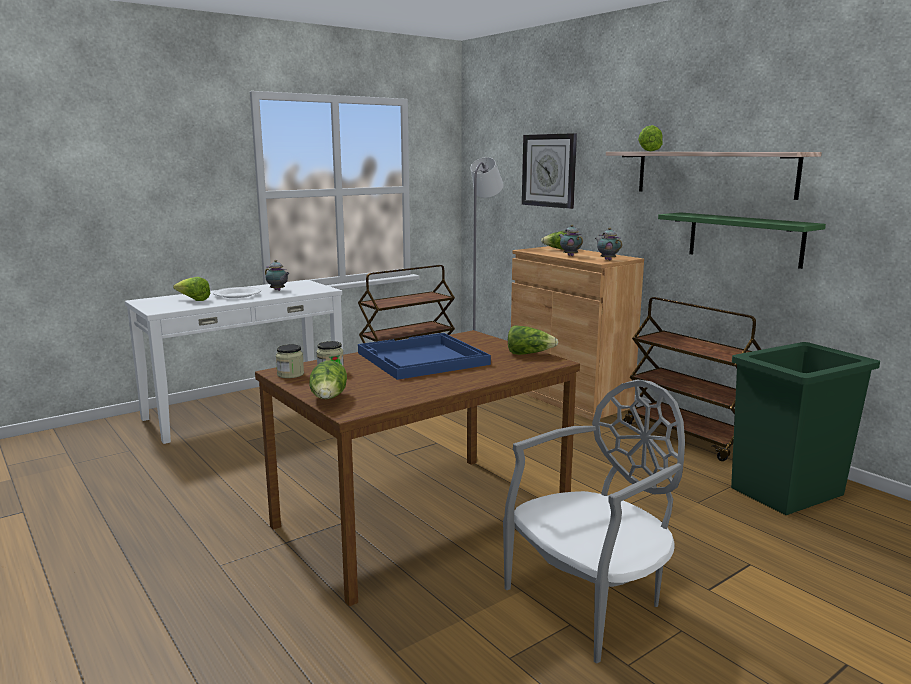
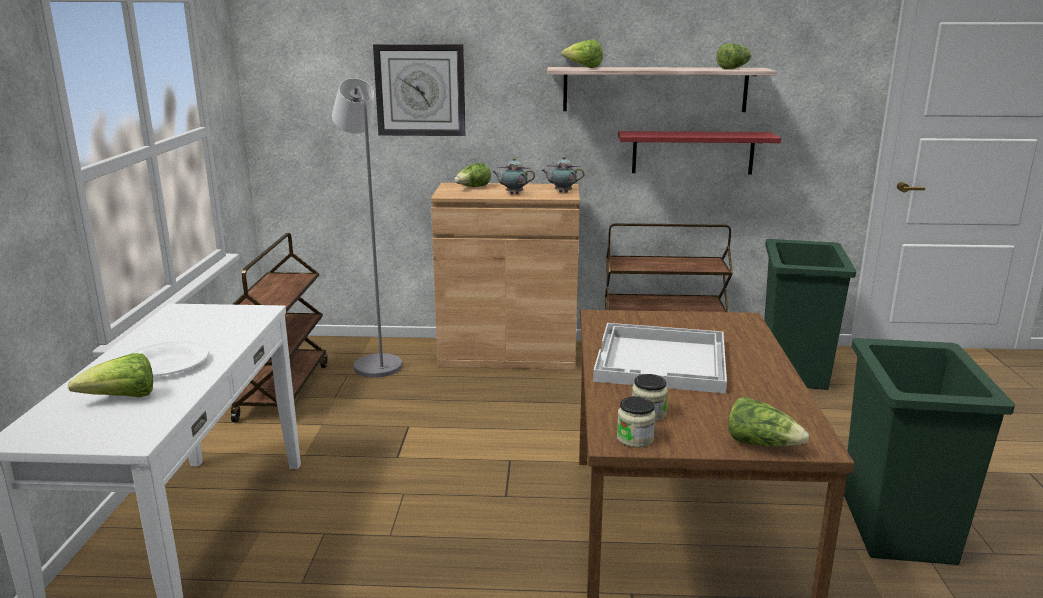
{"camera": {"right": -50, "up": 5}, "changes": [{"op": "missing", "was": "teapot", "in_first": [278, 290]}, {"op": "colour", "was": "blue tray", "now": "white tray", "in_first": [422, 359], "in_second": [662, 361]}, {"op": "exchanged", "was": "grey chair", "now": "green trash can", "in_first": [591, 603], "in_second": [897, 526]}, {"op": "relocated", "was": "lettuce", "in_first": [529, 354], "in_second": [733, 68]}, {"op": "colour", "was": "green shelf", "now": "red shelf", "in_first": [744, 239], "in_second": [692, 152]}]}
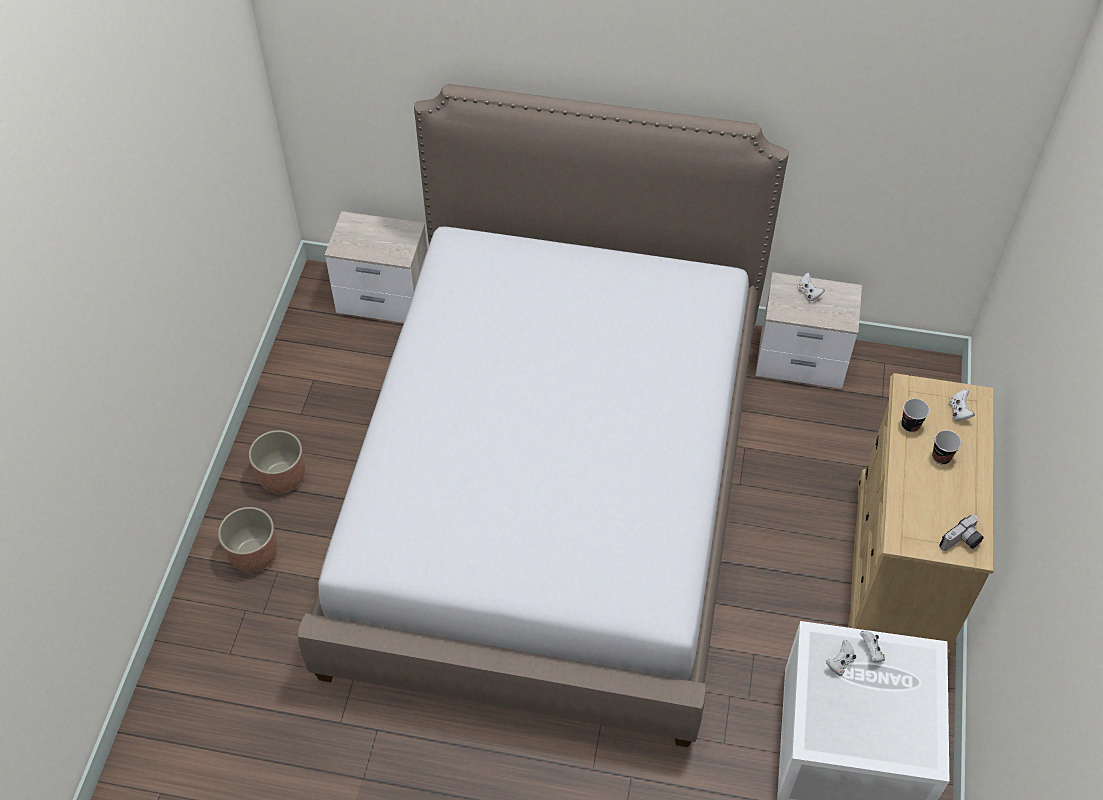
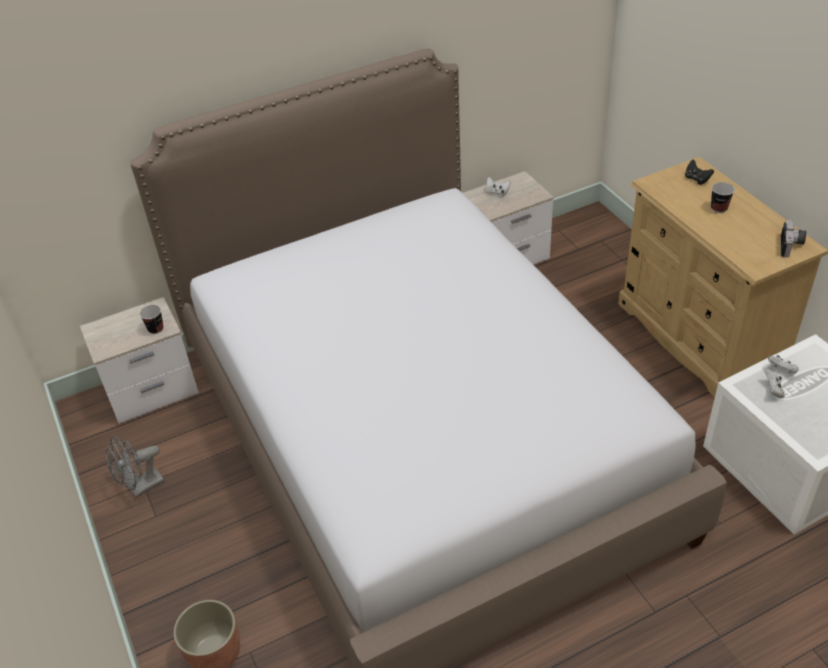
{"camera": {"right": -35, "up": -10}, "changes": [{"op": "missing", "was": "planter", "in_first": [282, 476]}, {"op": "relocated", "was": "cup", "in_first": [910, 425], "in_second": [156, 329]}, {"op": "colour", "was": "white game controller", "now": "black game controller", "in_first": [958, 412], "in_second": [697, 179]}, {"op": "appeared", "now": "grey fan", "in_second": [141, 487]}]}
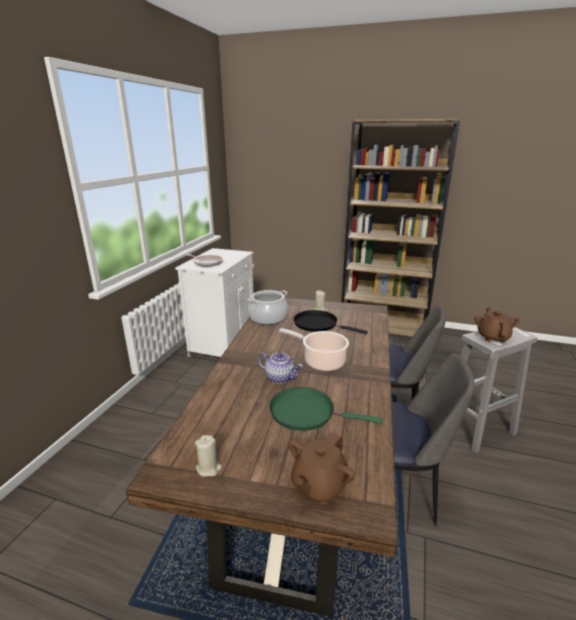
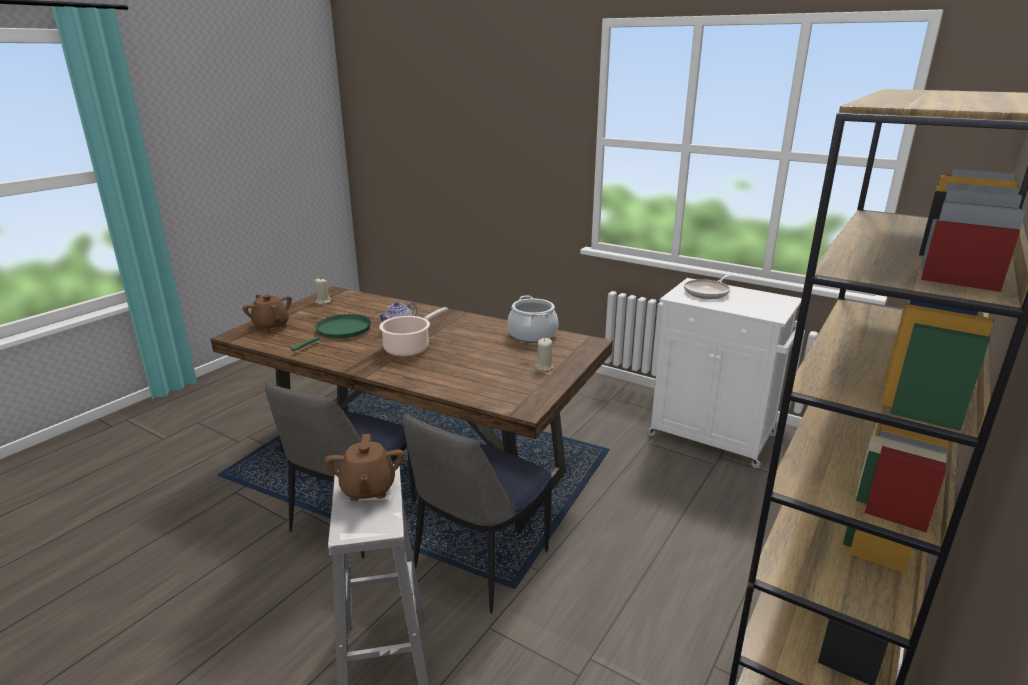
{"camera": {"right": 105, "up": 0}, "changes": [{"op": "missing", "was": "black frying pan", "in_first": [318, 324]}, {"op": "spun", "was": "brown teapot", "in_first": [492, 337], "in_second": [368, 489], "clockwise": 60}]}
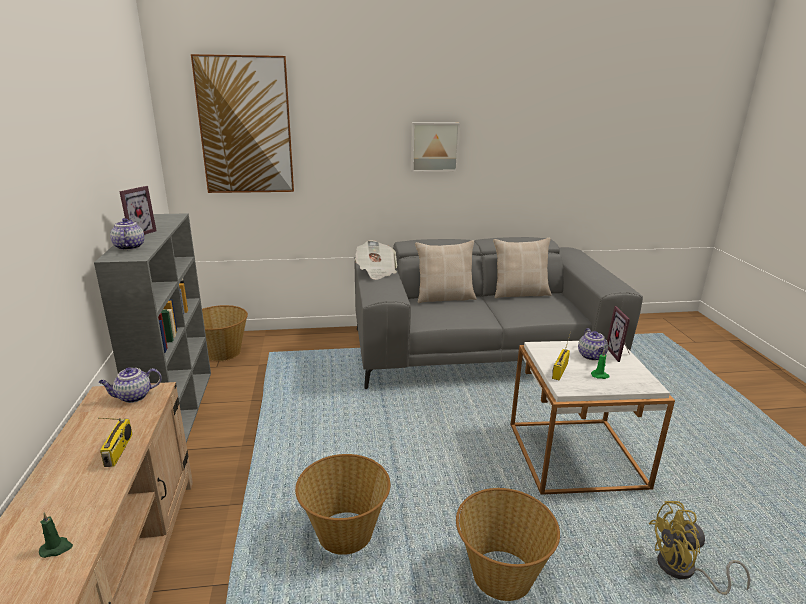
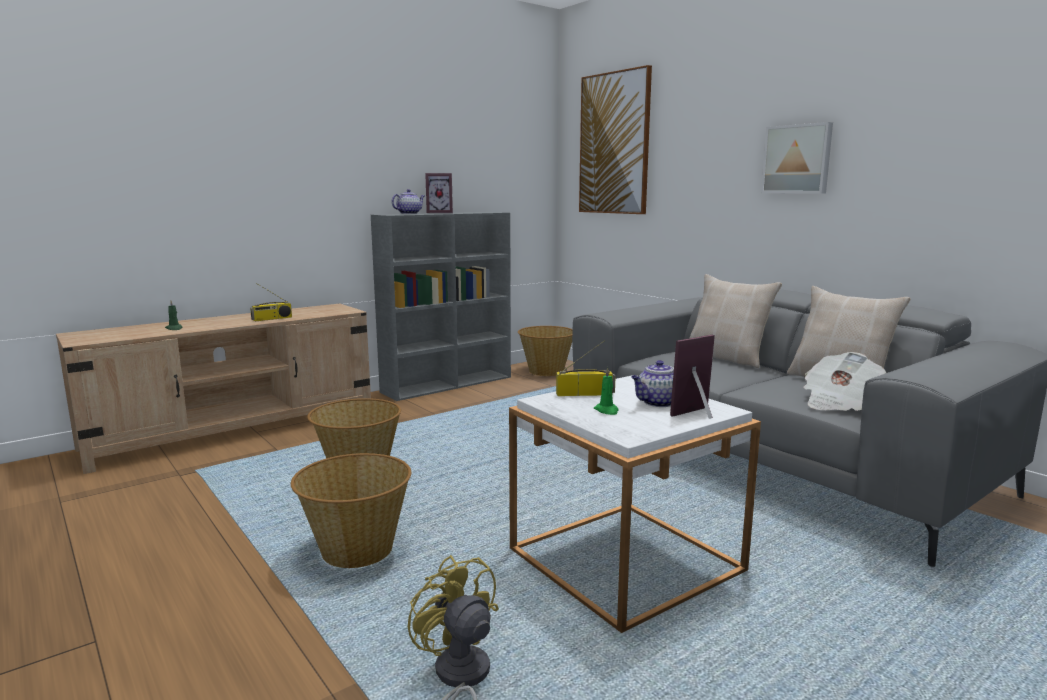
{"camera": {"right": 60, "up": -10}, "changes": [{"op": "missing", "was": "teapot", "in_first": [133, 397]}, {"op": "relocated", "was": "newspaper", "in_first": [376, 271], "in_second": [838, 402]}]}
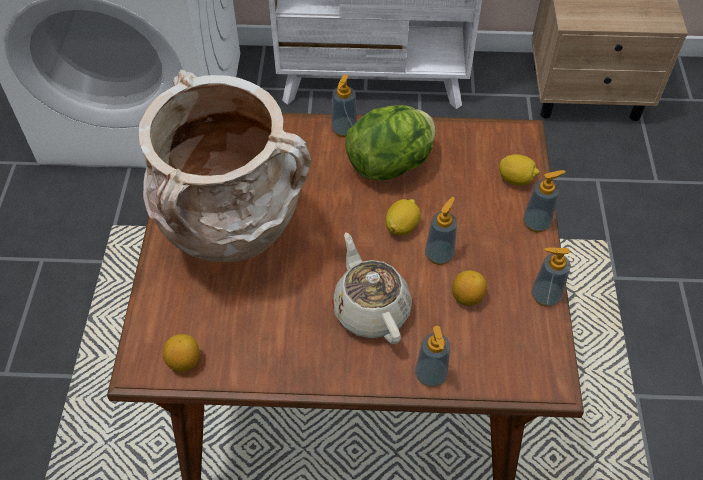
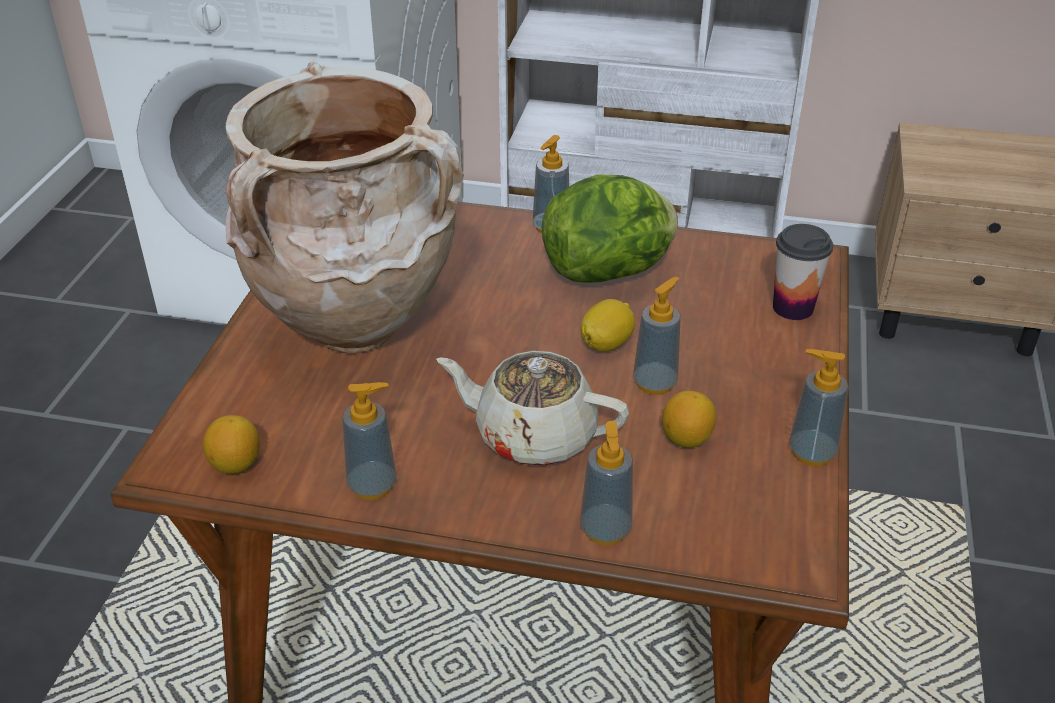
{"camera": {"right": 10, "up": -15}, "changes": [{"op": "spun", "was": "beige teapot", "in_first": [370, 309], "in_second": [533, 435], "clockwise": -60}, {"op": "exchanged", "was": "lemon", "now": "cup", "in_first": [516, 179], "in_second": [793, 308]}, {"op": "relocated", "was": "soap dispenser", "in_first": [536, 223], "in_second": [372, 485]}]}
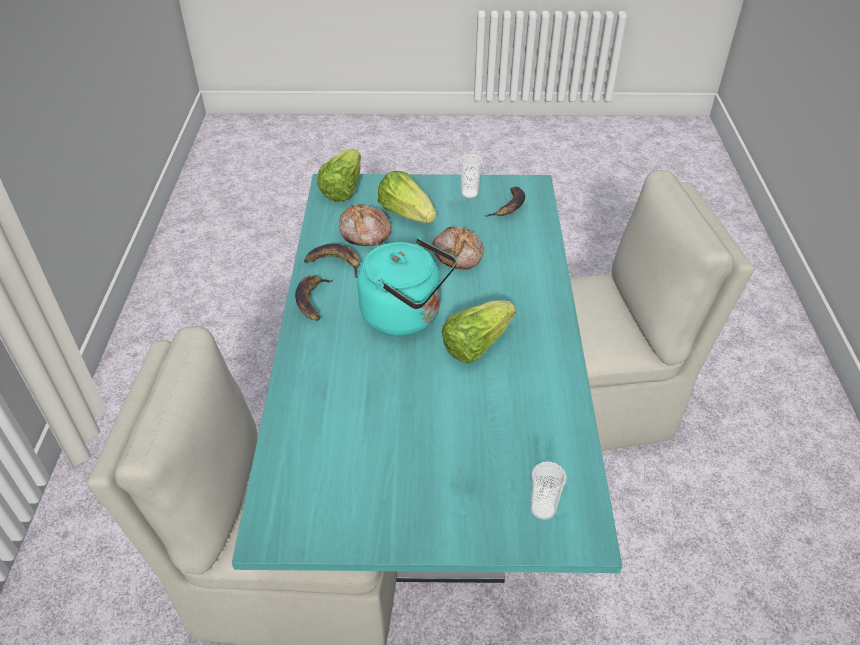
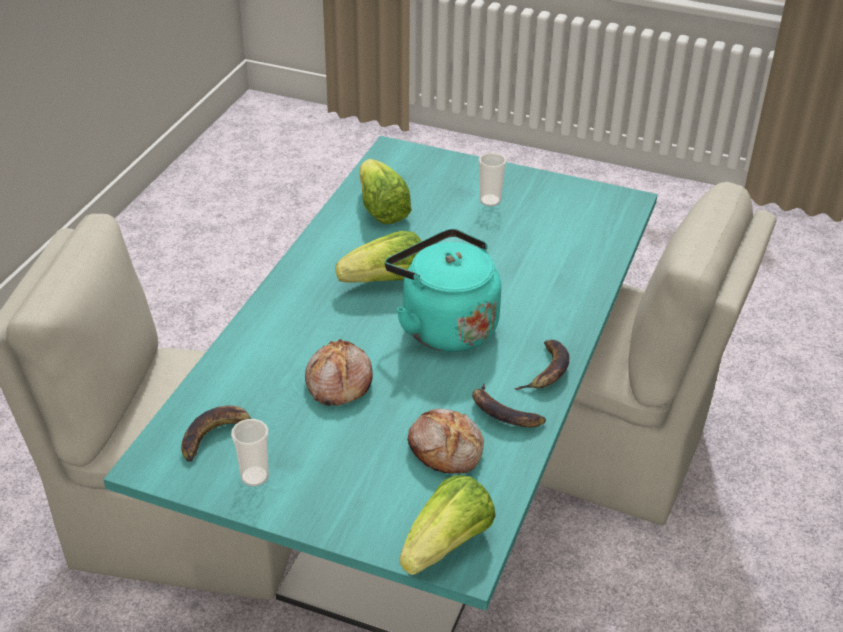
{"camera": {"right": -160, "up": -5}, "changes": [{"op": "relocated", "was": "lettuce", "in_first": [406, 214], "in_second": [381, 209]}, {"op": "relocated", "was": "cup", "in_first": [542, 509], "in_second": [490, 201]}]}
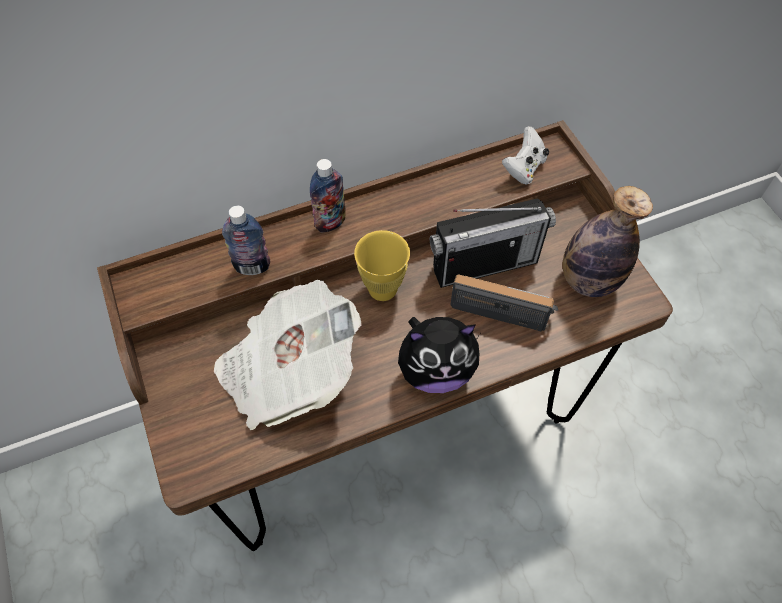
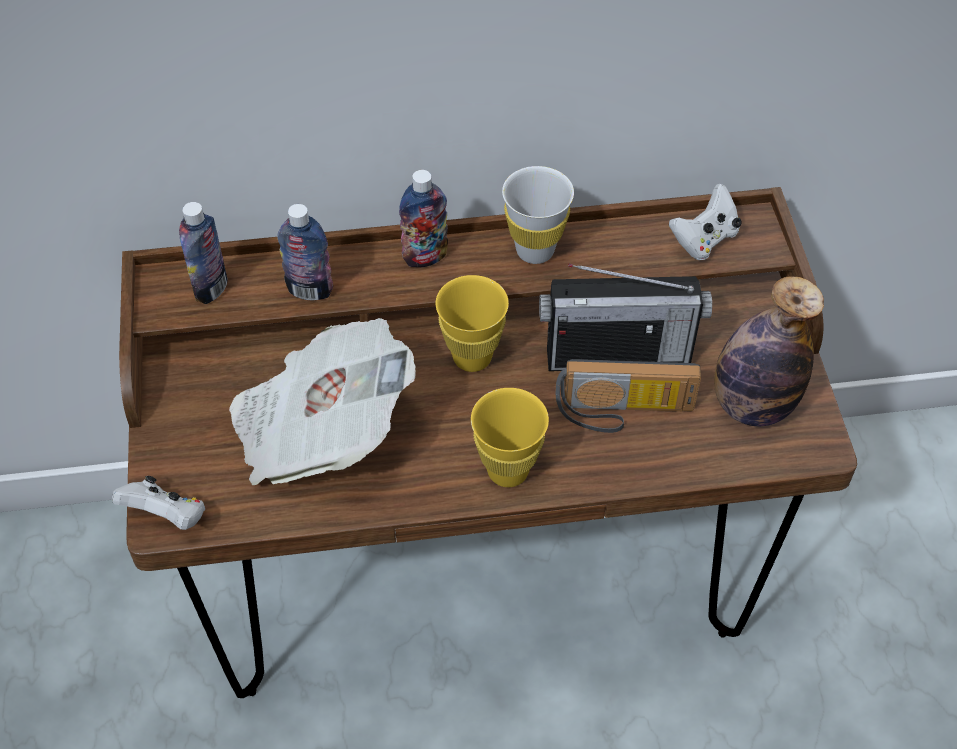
{"camera": {"right": 15, "up": -5}, "changes": [{"op": "exchanged", "was": "plush toy", "now": "yellow cup", "in_first": [436, 370], "in_second": [508, 471]}, {"op": "spun", "was": "radio", "in_first": [503, 307], "in_second": [624, 413], "clockwise": 150}, {"op": "appeared", "now": "white game controller", "in_second": [167, 516]}, {"op": "appeared", "now": "bottle", "in_second": [211, 288]}, {"op": "appeared", "now": "white cup", "in_second": [535, 250]}]}
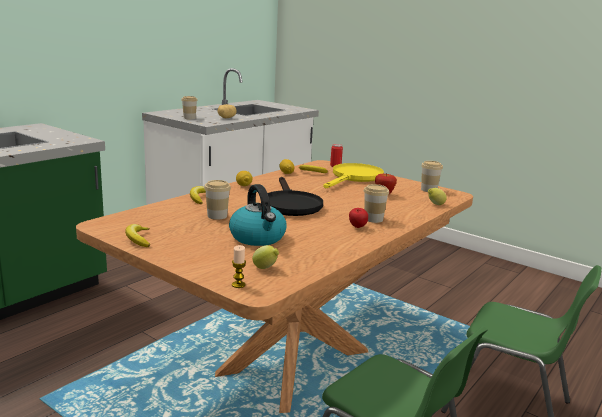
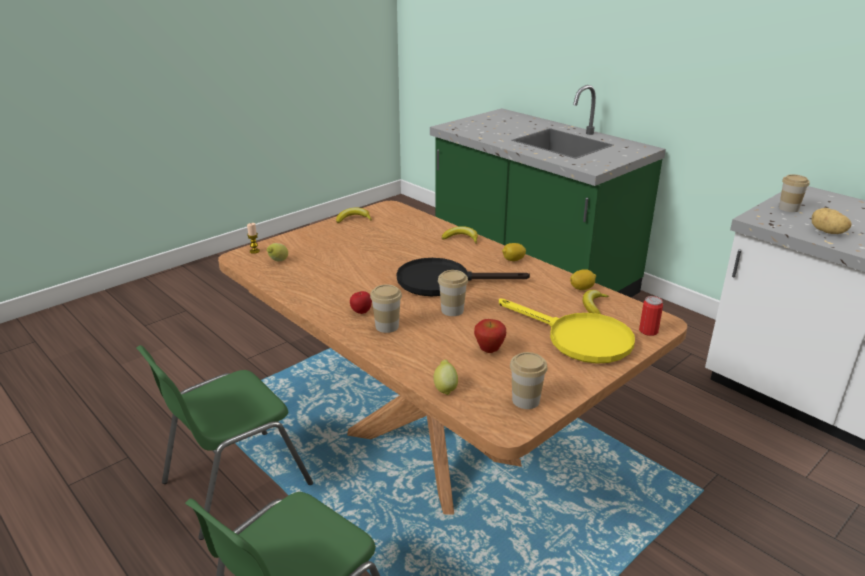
{"camera": {"right": 100, "up": 10}, "changes": [{"op": "relocated", "was": "cup", "in_first": [217, 216], "in_second": [452, 310]}, {"op": "missing", "was": "kettle", "in_first": [258, 238]}]}
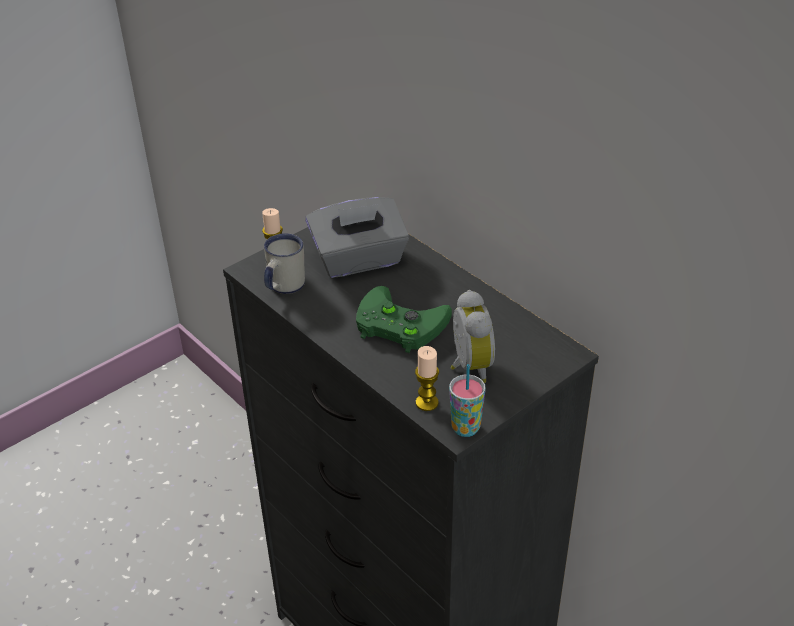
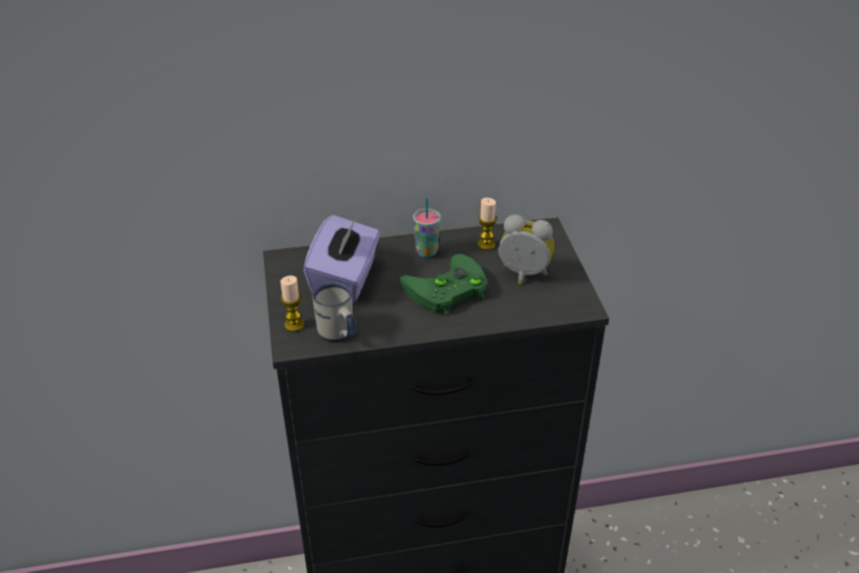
{"camera": {"right": -60, "up": 0}, "changes": [{"op": "colour", "was": "grey tissue box", "now": "purple tissue box", "in_first": [359, 260], "in_second": [345, 279]}, {"op": "relocated", "was": "candle", "in_first": [427, 403], "in_second": [486, 244]}, {"op": "relocated", "was": "cup", "in_first": [465, 428], "in_second": [427, 252]}]}
